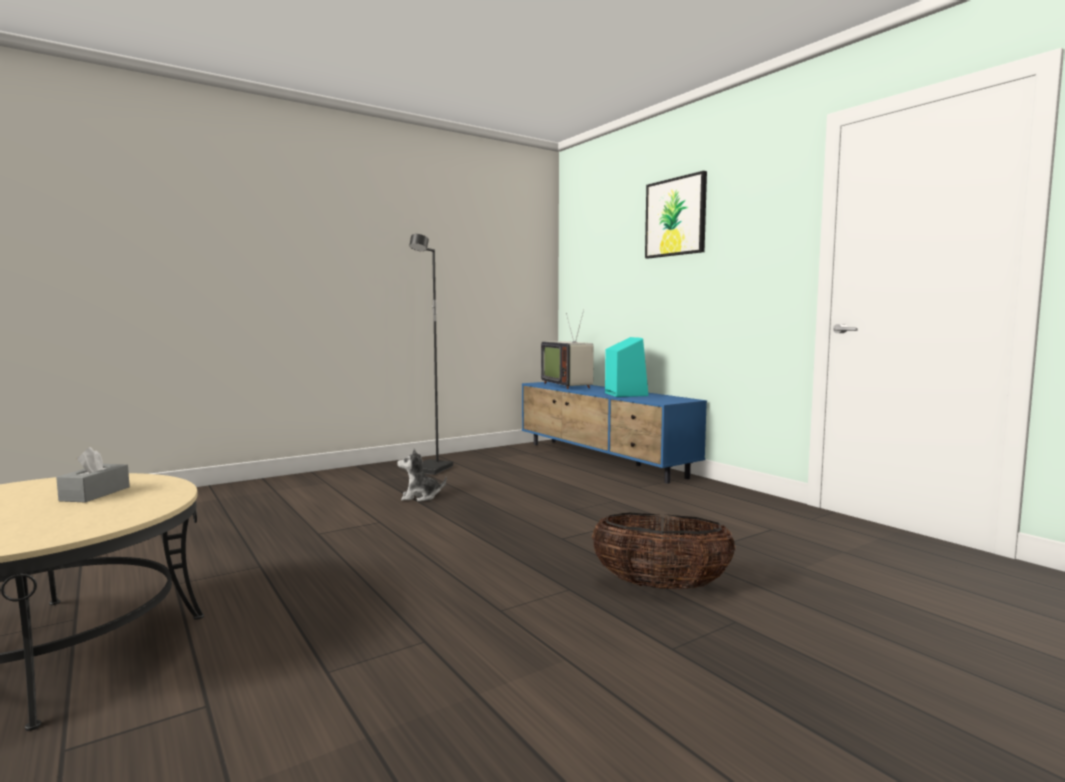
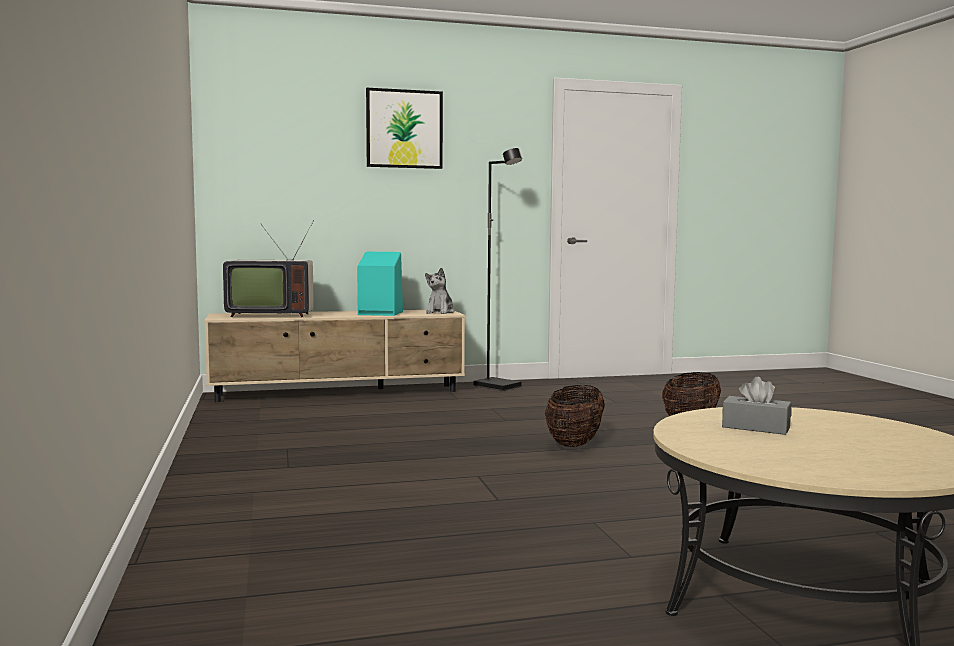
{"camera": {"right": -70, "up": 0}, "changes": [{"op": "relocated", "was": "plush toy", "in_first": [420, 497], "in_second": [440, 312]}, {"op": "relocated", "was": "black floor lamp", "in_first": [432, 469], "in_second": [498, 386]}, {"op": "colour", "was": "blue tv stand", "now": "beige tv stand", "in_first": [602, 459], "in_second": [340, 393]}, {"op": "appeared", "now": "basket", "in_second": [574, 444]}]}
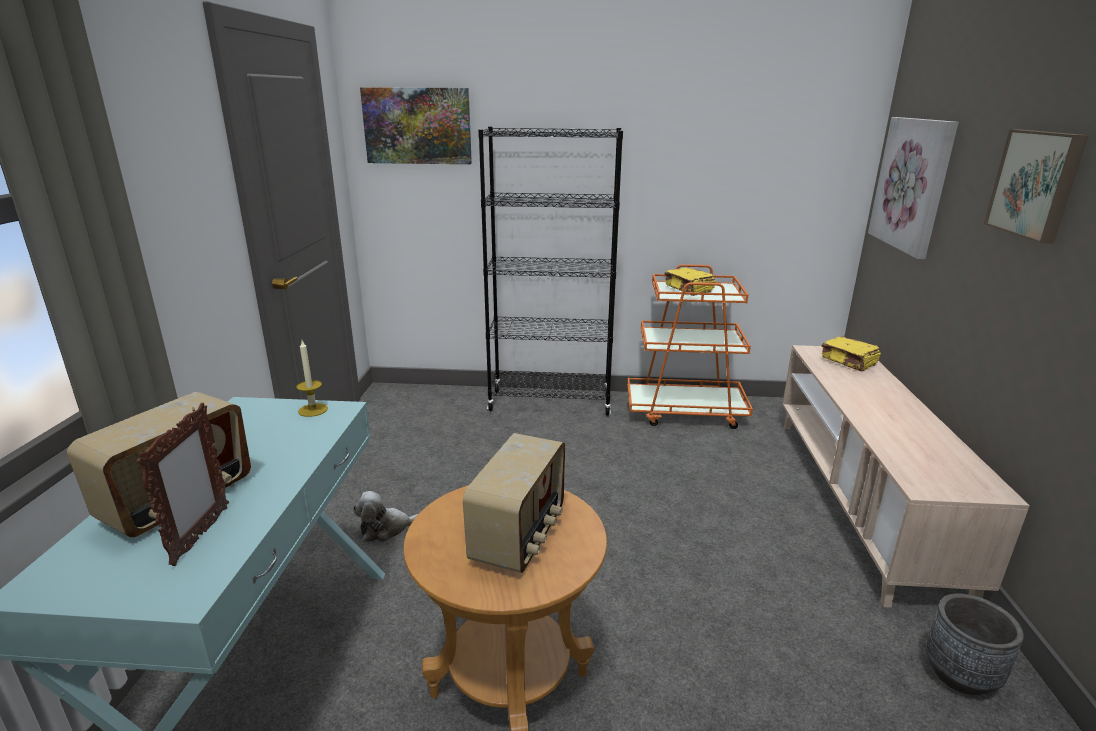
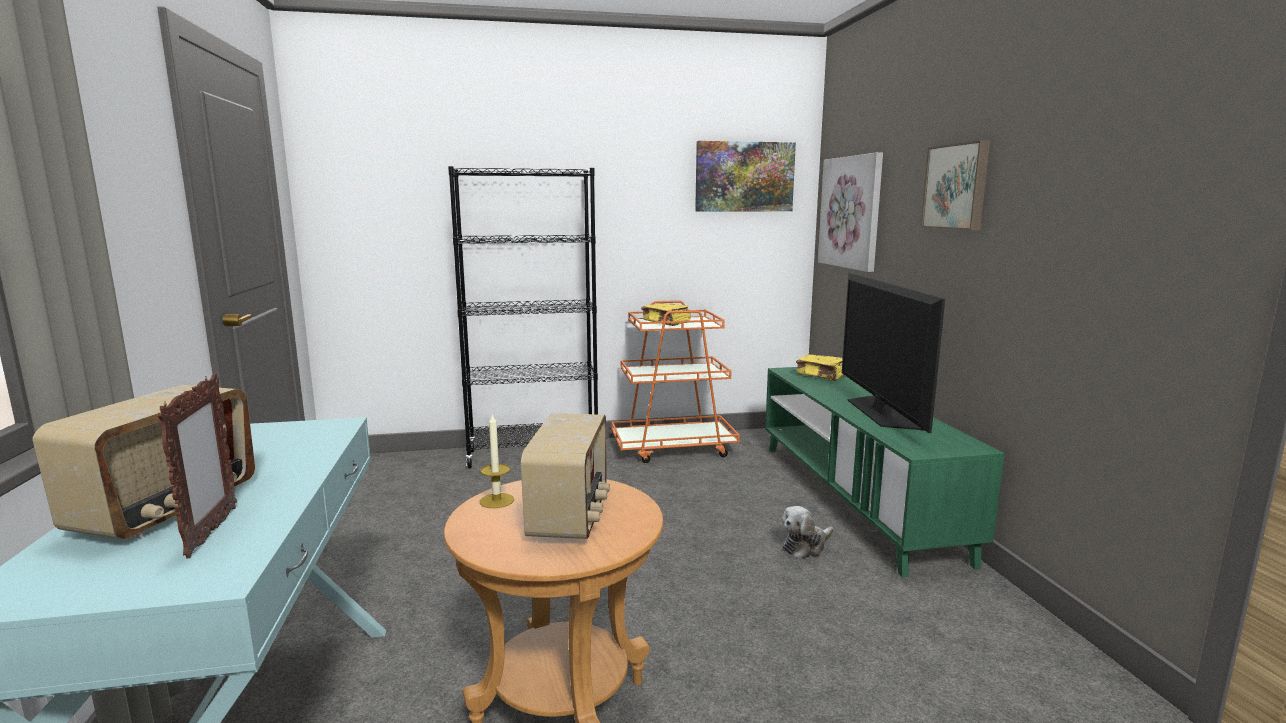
{"camera": {"right": -15, "up": -10}, "changes": [{"op": "relocated", "was": "candle", "in_first": [313, 410], "in_second": [497, 500]}, {"op": "relocated", "was": "plush toy", "in_first": [386, 529], "in_second": [806, 546]}, {"op": "relocated", "was": "picture", "in_first": [417, 126], "in_second": [744, 177]}, {"op": "colour", "was": "beige tv stand", "now": "green tv stand", "in_first": [860, 499], "in_second": [854, 498]}, {"op": "missing", "was": "grey planter", "in_first": [960, 675]}, {"op": "appeared", "now": "television", "in_second": [881, 412]}]}
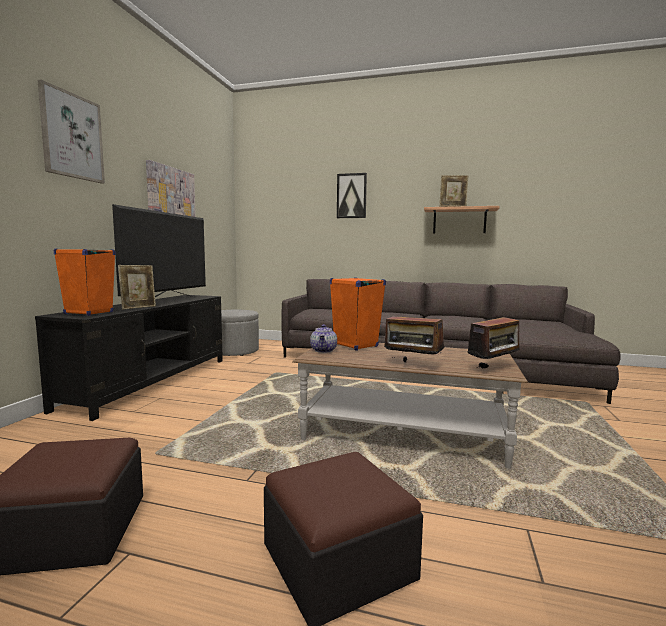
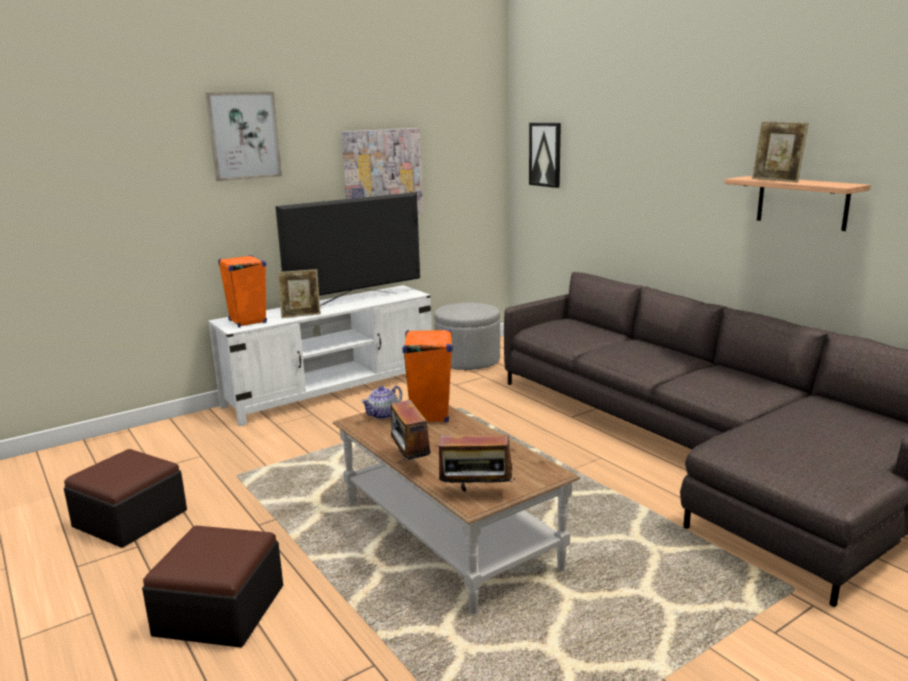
{"camera": {"right": 40, "up": 10}, "changes": [{"op": "colour", "was": "black tv stand", "now": "white tv stand", "in_first": [152, 381], "in_second": [332, 390]}, {"op": "relocated", "was": "picture", "in_first": [351, 196], "in_second": [545, 154]}]}
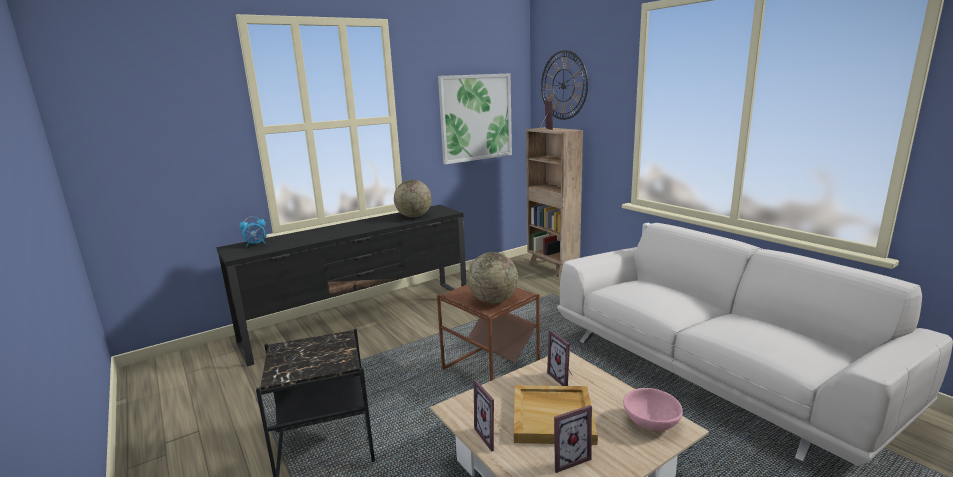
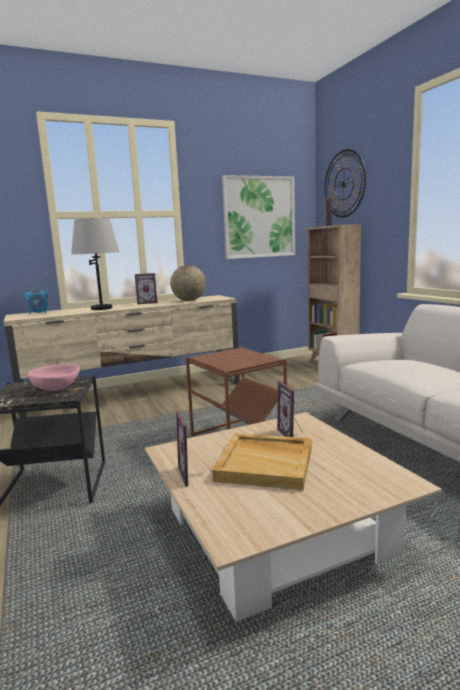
{"camera": {"right": 10, "up": -5}, "changes": [{"op": "colour", "was": "black tv stand", "now": "beige tv stand", "in_first": [362, 319], "in_second": [136, 395]}, {"op": "missing", "was": "globe", "in_first": [493, 301]}, {"op": "relocated", "was": "picture frame", "in_first": [567, 458], "in_second": [147, 303]}, {"op": "relocated", "was": "pink bowl", "in_first": [651, 423], "in_second": [56, 388]}, {"op": "appeared", "now": "grey table lamp", "in_second": [101, 308]}]}
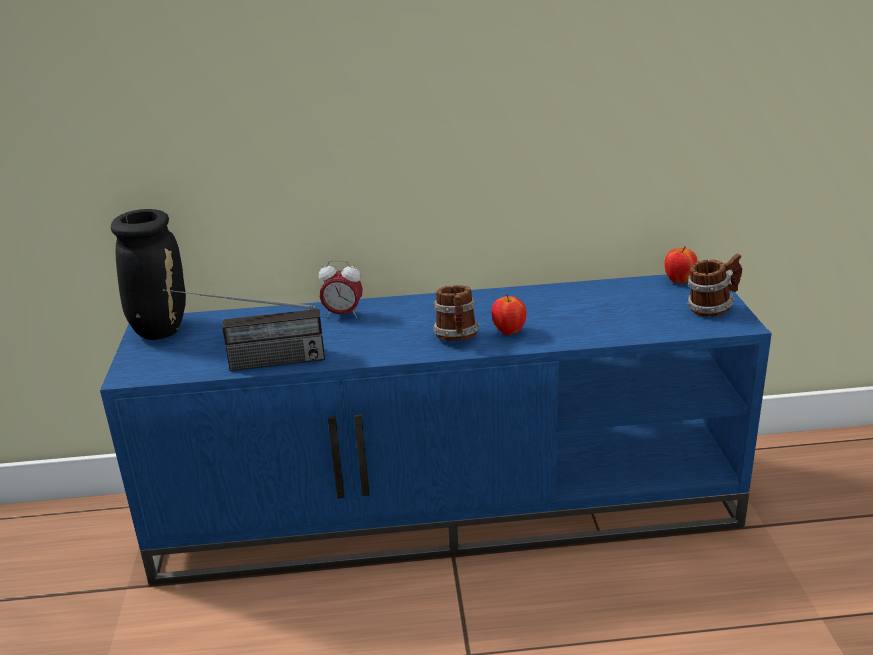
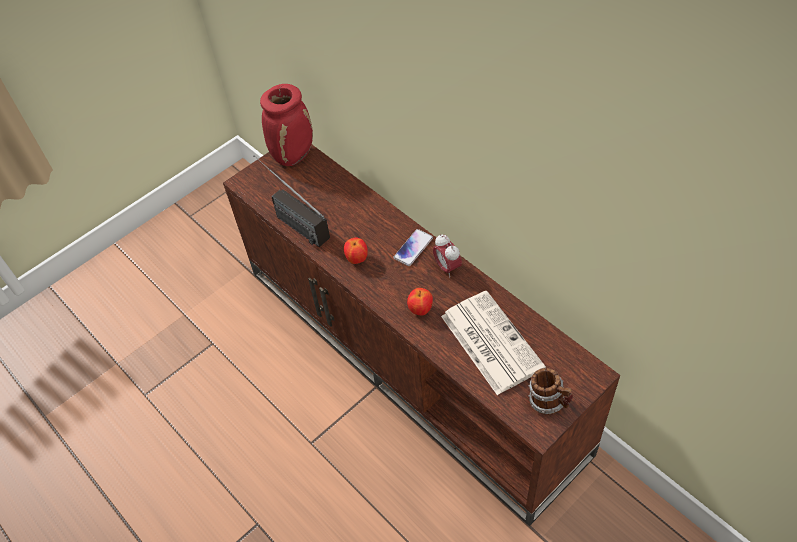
{"camera": {"right": 55, "up": 25}, "changes": [{"op": "colour", "was": "blue tv stand", "now": "brown tv stand", "in_first": [448, 509], "in_second": [412, 357]}, {"op": "colour", "was": "black vase", "now": "red vase", "in_first": [160, 329], "in_second": [293, 155]}, {"op": "relocated", "was": "alarm clock", "in_first": [343, 314], "in_second": [447, 267]}, {"op": "missing", "was": "mug", "in_first": [457, 338]}, {"op": "relocated", "was": "apple", "in_first": [679, 281], "in_second": [357, 259]}, {"op": "appeared", "now": "phone", "in_second": [413, 248]}, {"op": "appeared", "now": "newspaper", "in_second": [490, 341]}]}
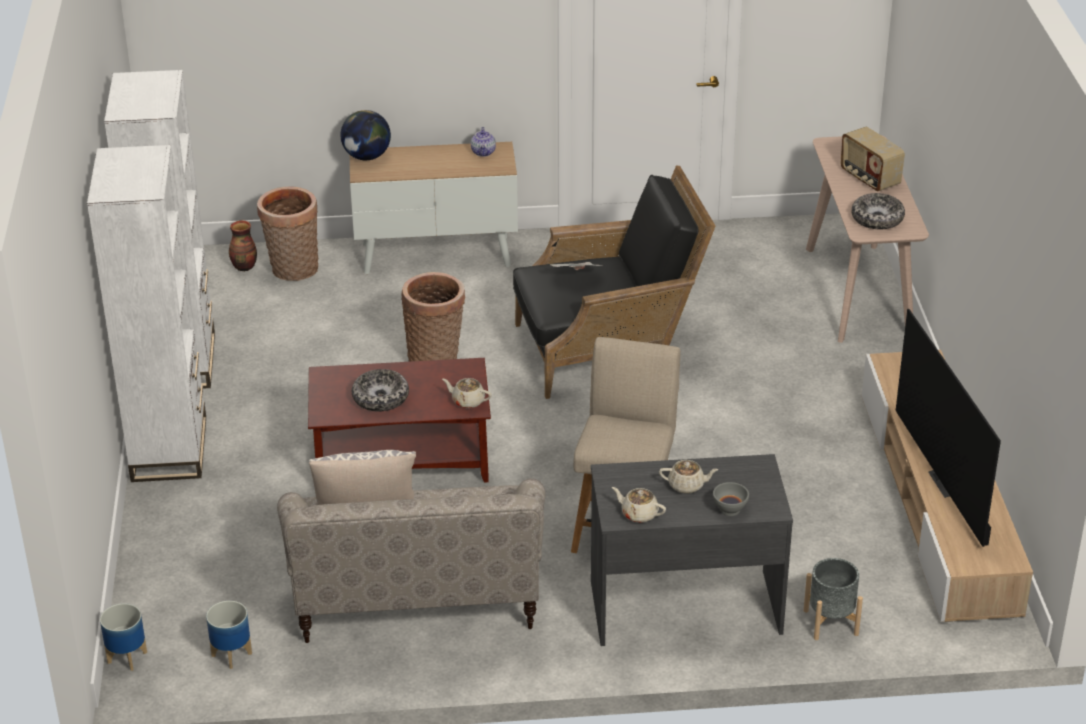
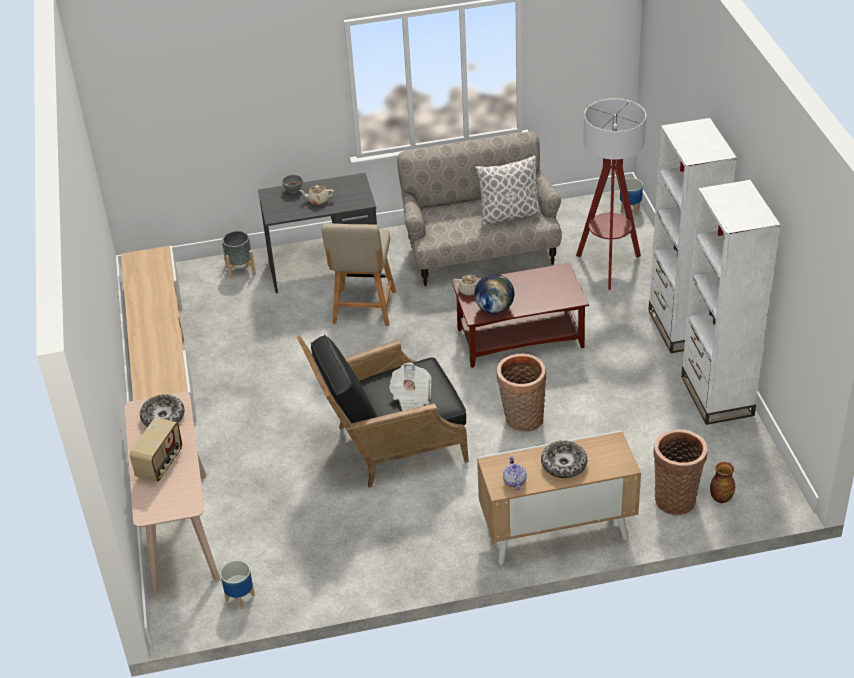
{"camera": {"right": 175, "up": 5}, "changes": [{"op": "relocated", "was": "planter", "in_first": [231, 655], "in_second": [240, 597]}, {"op": "relocated", "was": "globe", "in_first": [367, 157], "in_second": [494, 309]}, {"op": "relocated", "was": "bowl", "in_first": [380, 398], "in_second": [563, 464]}, {"op": "missing", "was": "beige teapot", "in_first": [638, 514]}, {"op": "spun", "was": "radio", "in_first": [869, 178], "in_second": [160, 464], "clockwise": 60}, {"op": "missing", "was": "television", "in_first": [949, 482]}, {"op": "appeared", "now": "floor lamp", "in_second": [608, 266]}]}
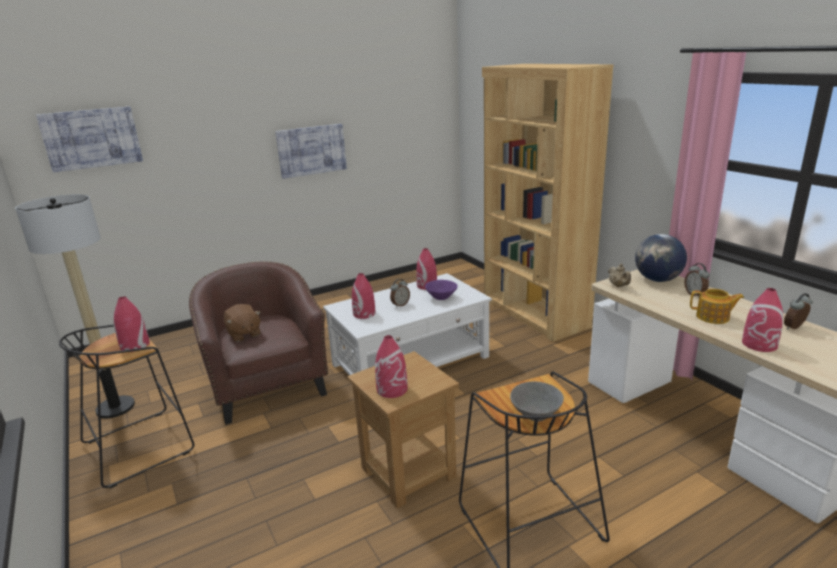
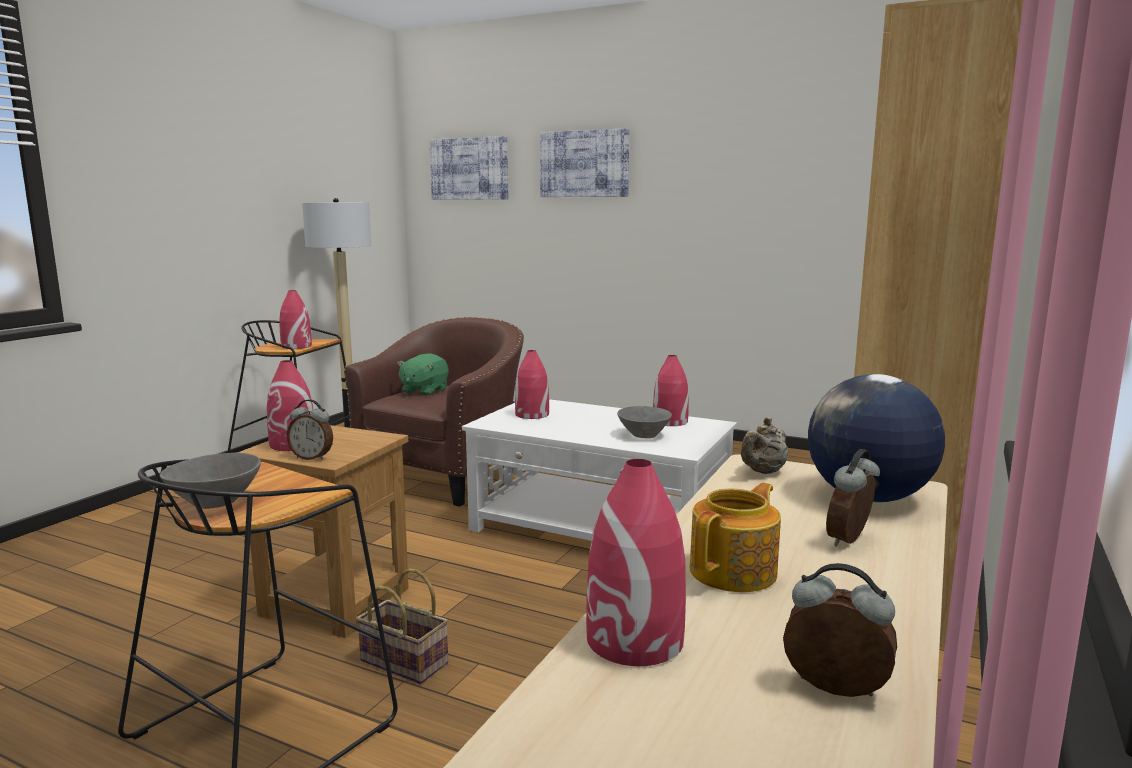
{"camera": {"right": 55, "up": -10}, "changes": [{"op": "colour", "was": "brown plush toy", "now": "green plush toy", "in_first": [244, 334], "in_second": [424, 391]}, {"op": "relocated", "was": "picture", "in_first": [311, 150], "in_second": [584, 164]}, {"op": "relocated", "was": "alarm clock", "in_first": [400, 304], "in_second": [312, 458]}, {"op": "colour", "was": "purple bowl", "now": "grey bowl", "in_first": [441, 298], "in_second": [644, 435]}, {"op": "spun", "was": "teapot", "in_first": [713, 317], "in_second": [735, 571], "clockwise": -120}, {"op": "appeared", "now": "basket", "in_second": [401, 662]}]}
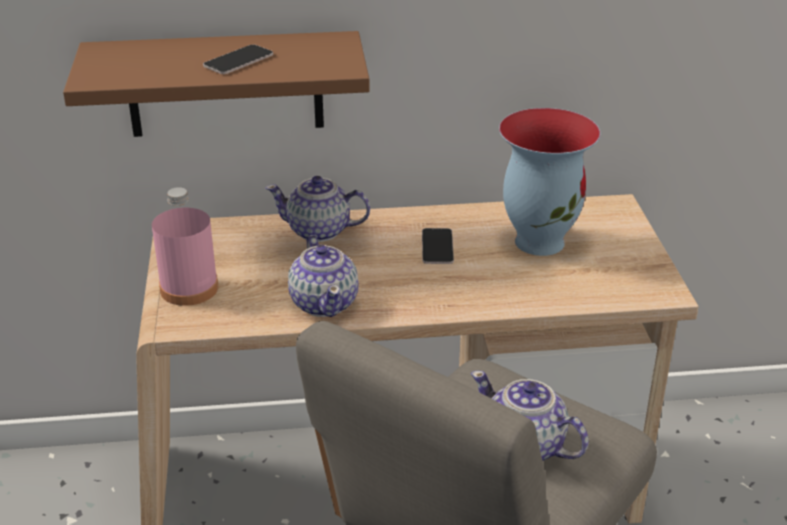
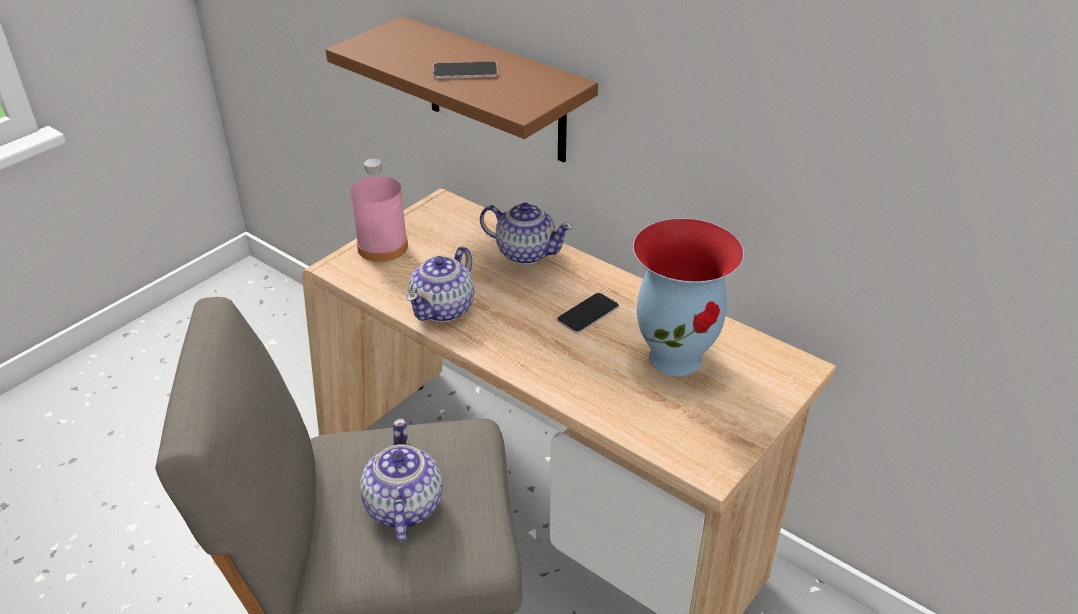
{"camera": {"right": 45, "up": 5}, "changes": [{"op": "spun", "was": "teapot", "in_first": [319, 231], "in_second": [525, 252], "clockwise": 150}]}
